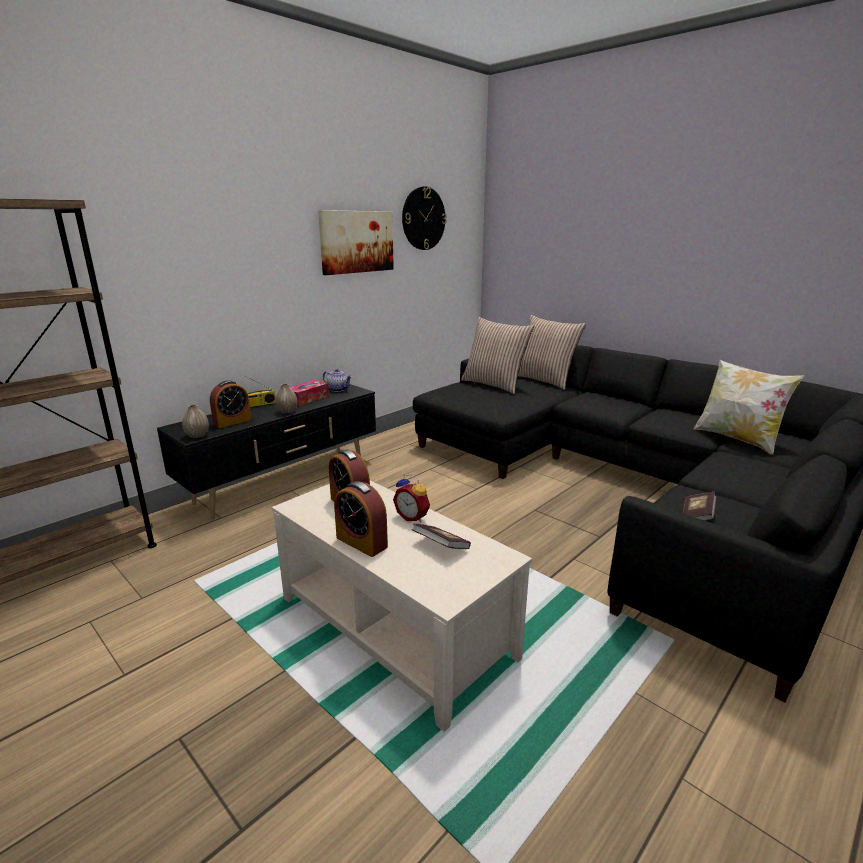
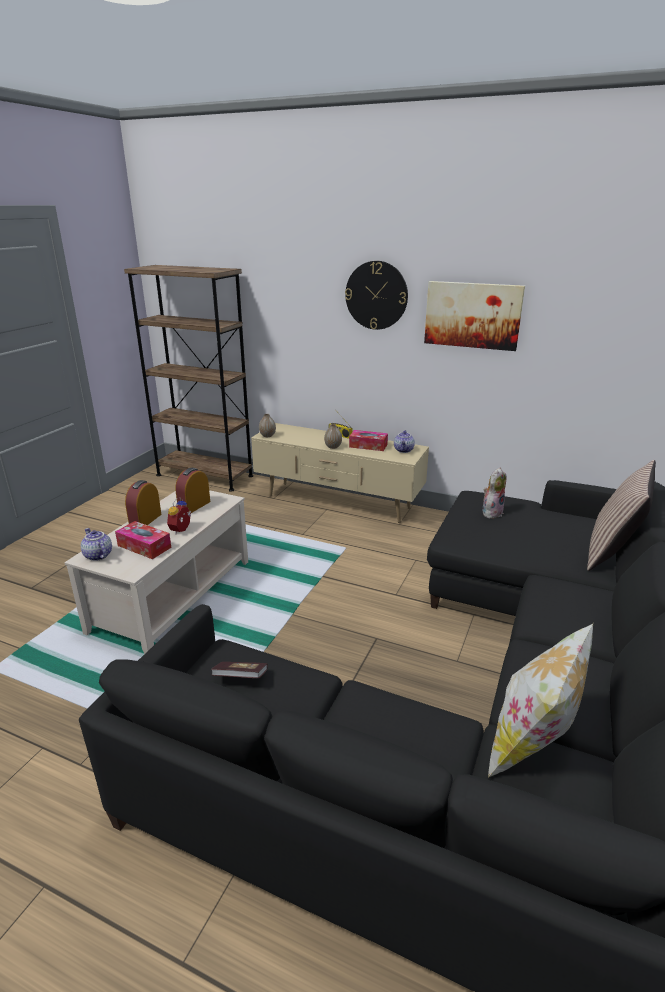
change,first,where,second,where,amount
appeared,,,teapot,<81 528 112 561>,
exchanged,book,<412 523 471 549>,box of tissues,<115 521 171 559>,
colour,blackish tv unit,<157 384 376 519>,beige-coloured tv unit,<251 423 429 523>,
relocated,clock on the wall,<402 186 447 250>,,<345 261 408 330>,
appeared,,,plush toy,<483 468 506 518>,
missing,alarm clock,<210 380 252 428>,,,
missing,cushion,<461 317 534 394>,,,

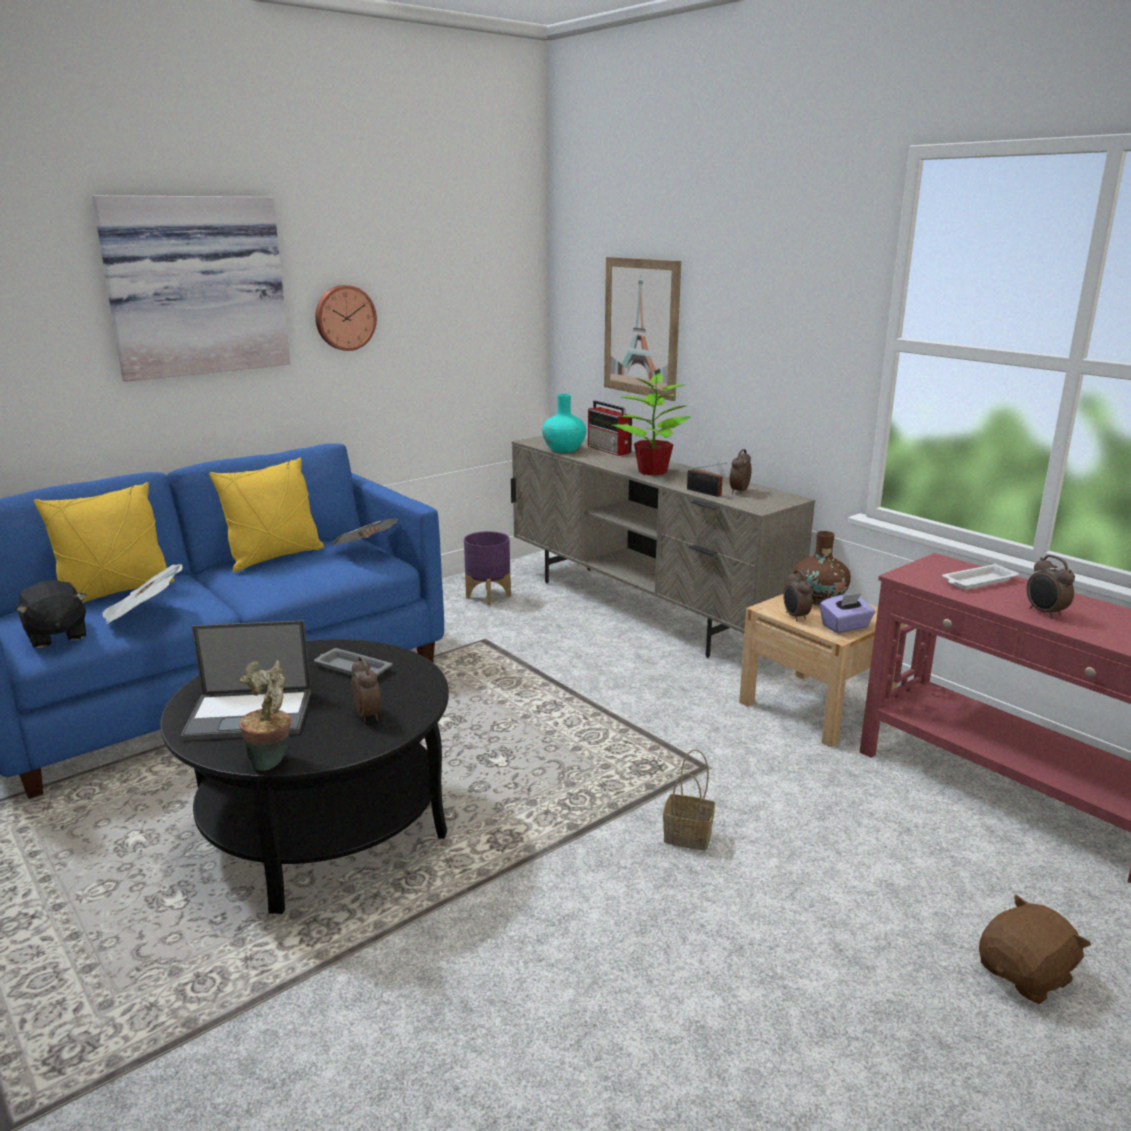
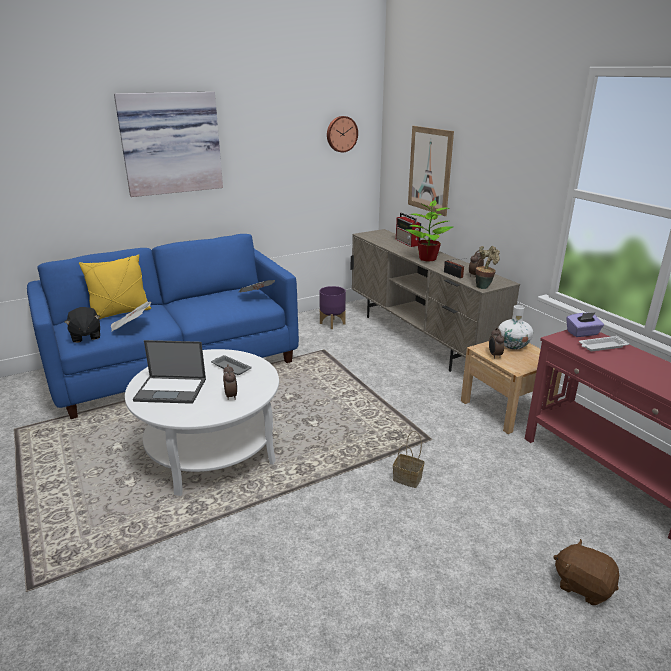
change,first,where,second,where,amount
colour,blackish lounge table,<160 639 449 914>,white-coloured lounge table,<125 349 279 496>,
relocated,clock on the wall,<315 285 377 351>,,<327 116 358 152>,
relocated,plant in a pot,<239 660 291 771>,,<476 246 500 289>,
colour,brownish decorative vase,<793 531 851 606>,white-coloured decorative vase,<498 305 533 350>,
spun,brownish plush toy,<979 895 1091 1004>,,<553 539 619 605>,120 degrees counterclockwise
relocated,purple-coloured box of tissues,<820 593 875 633>,,<567 312 604 337>,
missing,yellow-coloured cushion,<209 458 324 572>,,,
missing,blue-green decorative vase,<542 394 586 452>,,,
missing,alarm clock,<1026 555 1075 619>,,,

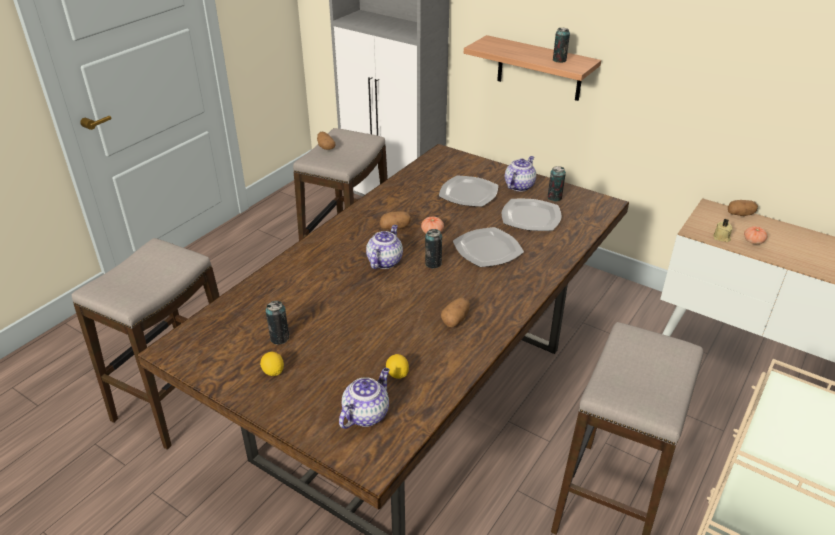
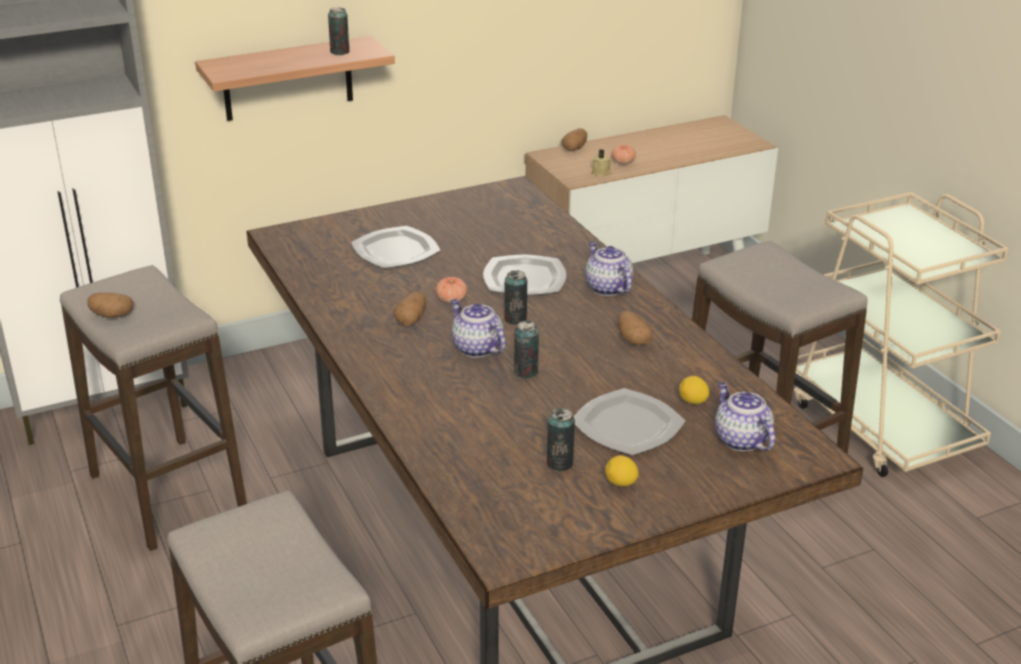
change,first,where,second,where,amount
relocated,metal can,<547 166 566 201>,,<514 321 539 378>,
relocated,plate,<502 199 561 231>,,<574 388 685 456>,
relocated,teapot,<505 156 536 192>,,<585 241 633 296>,

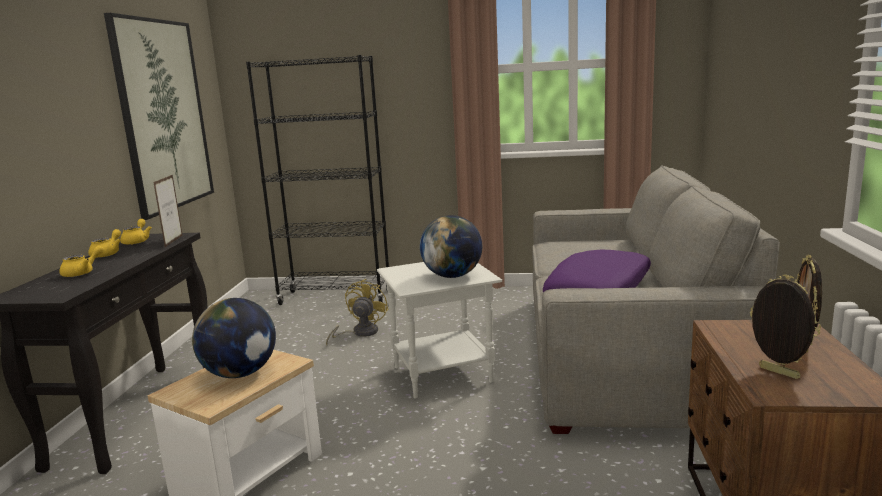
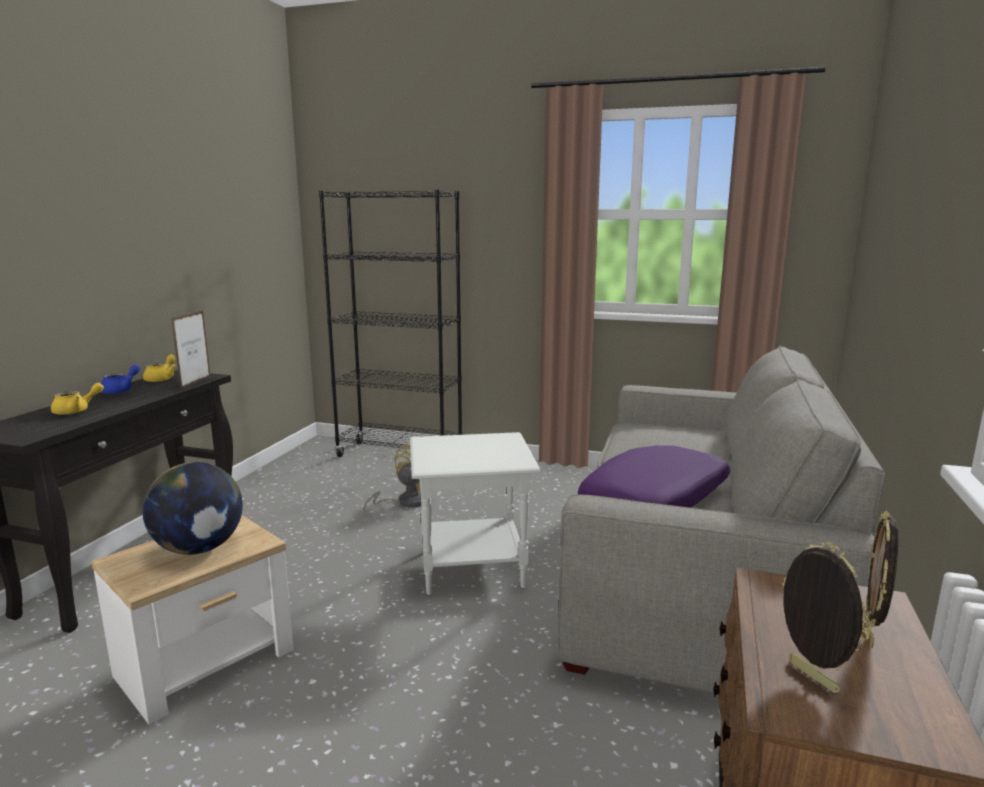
change,first,where,second,where,amount
colour,yellow-coloured teapot,<88 229 121 258>,blue teapot,<101 365 140 394>,
missing,picture,<104 13 214 220>,,,
missing,world globe,<420 215 482 278>,,,

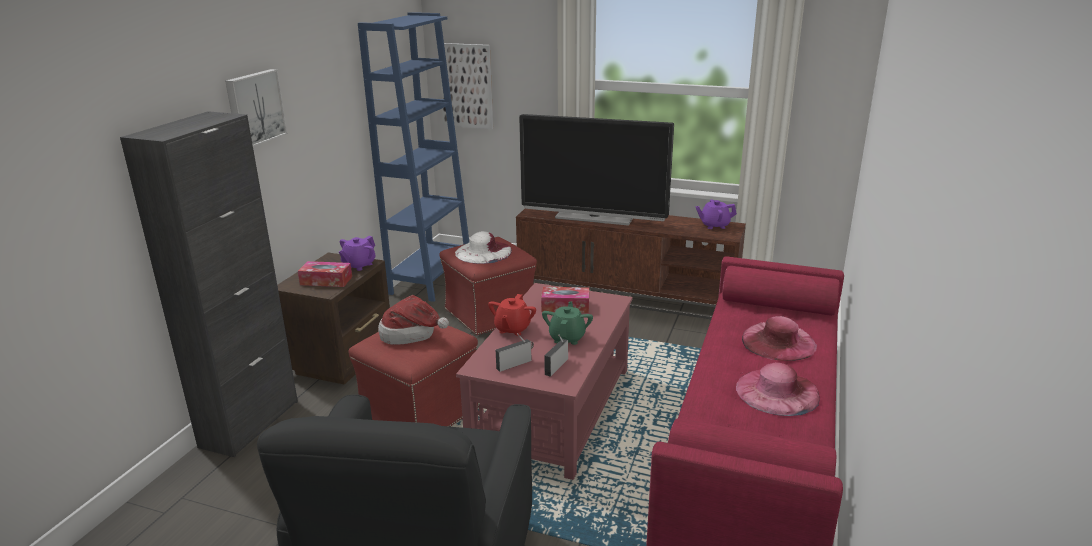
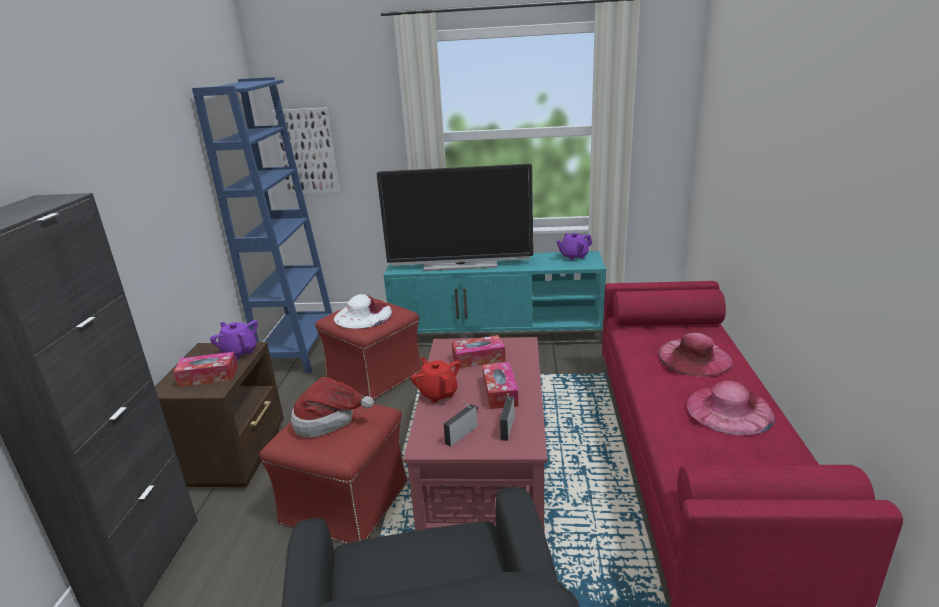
change,first,where,second,where,amount
spun,purple-coloured teapot,<339 236 376 271>,,<210 320 258 359>,120 degrees clockwise
colour,brownish tv unit,<516 208 746 319>,blue-green tv unit,<384 251 606 347>,
spun,reddish teapot,<488 294 536 336>,,<411 357 460 403>,150 degrees clockwise
exchanged,greenish teapot,<542 301 593 345>,box of tissues,<482 362 518 409>,
missing,picture,<225 69 288 147>,,,

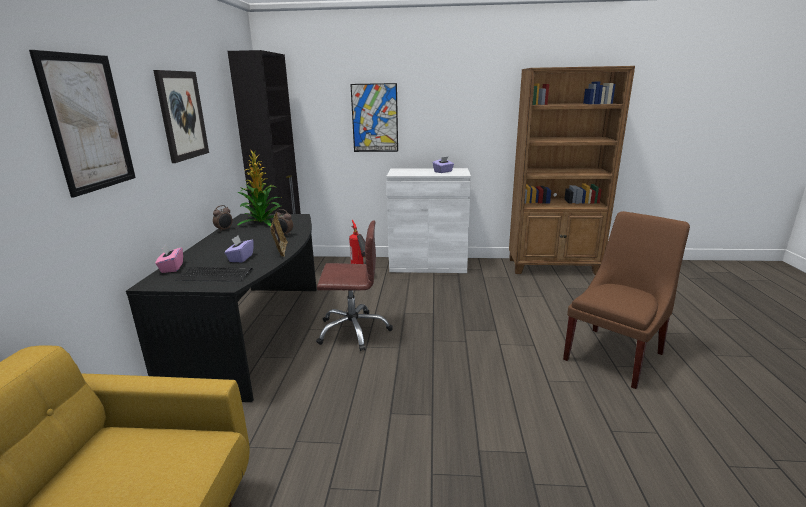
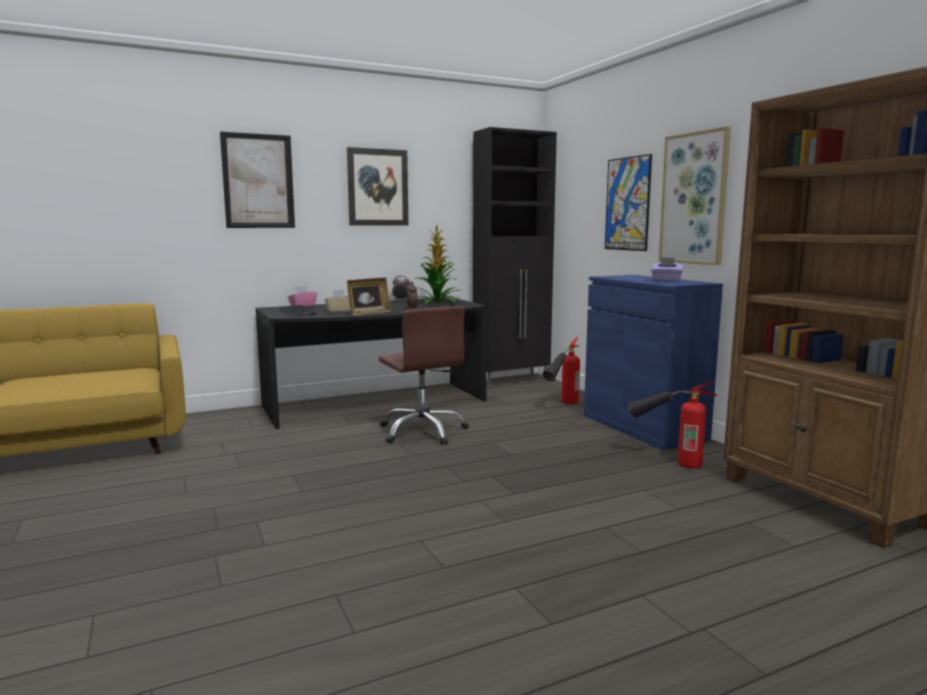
change,first,where,second,where,amount
colour,purple-coloured box of tissues,<225 236 254 262>,beige-coloured box of tissues,<324 289 351 312>,
colour,white-coloured cupboard,<386 168 471 273>,blue cupboard,<584 275 723 450>,
appeared,,,extinguisher,<628 382 717 468>,
appeared,,,picture,<659 126 731 265>,
missing,brownish upright chair,<563 211 690 389>,,,

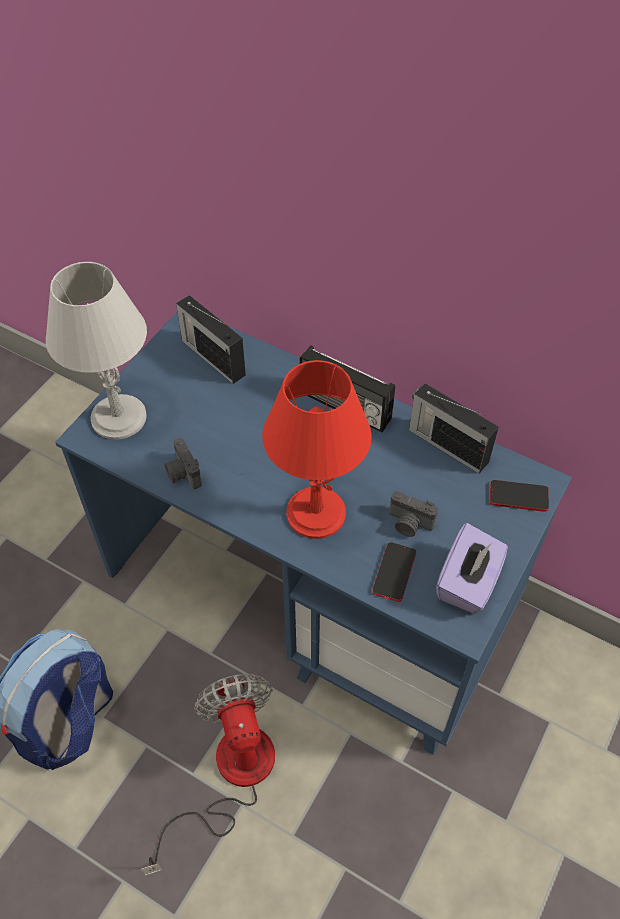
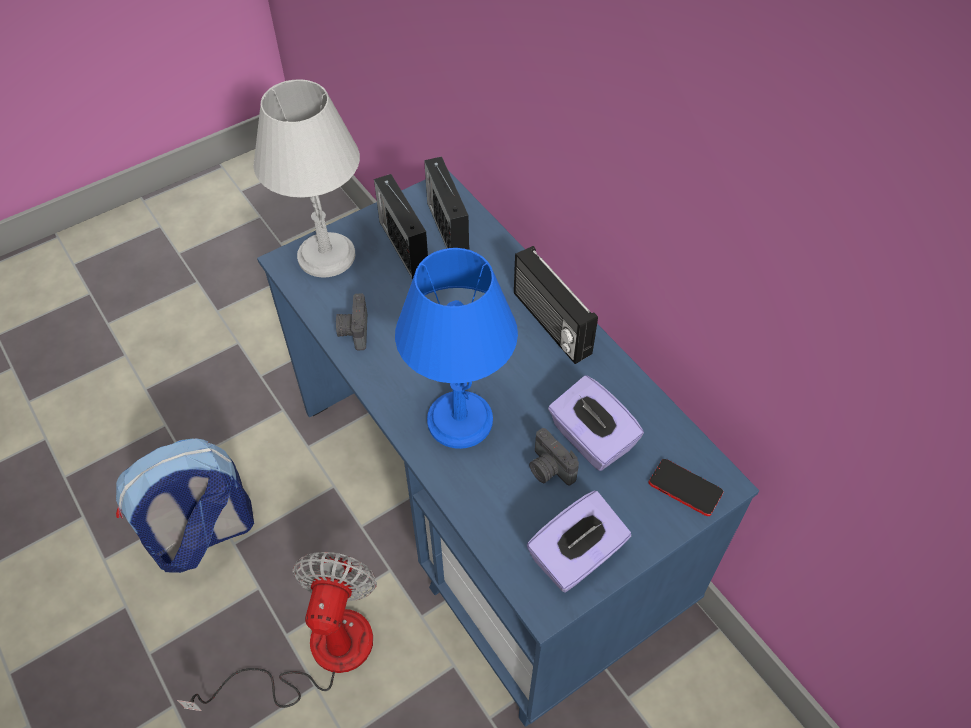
change,first,where,second,where,amount
relocated,radio receiver,<409 383 499 473>,,<374 174 428 279>,
colour,reddish table lamp,<262 360 372 539>,blue table lamp,<395 248 518 449>,
appeared,,,purple-coloured box of tissues,<548 375 644 471>,
missing,handset,<372 542 416 602>,,,

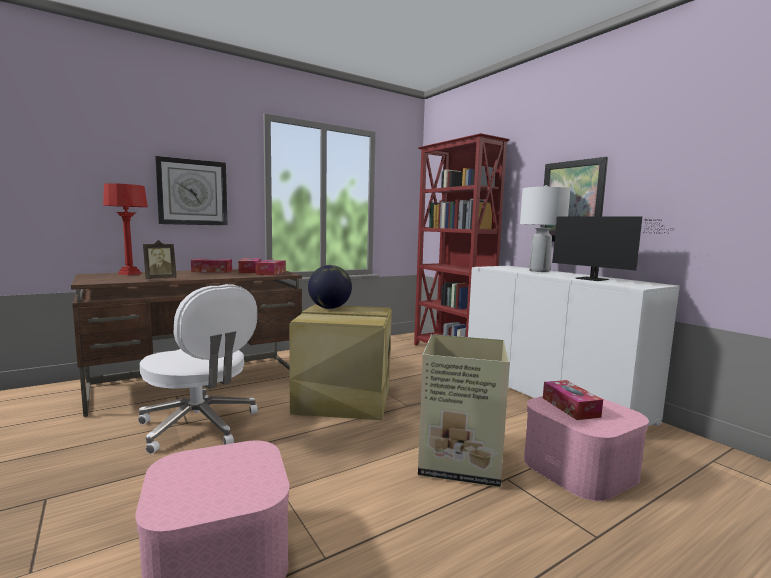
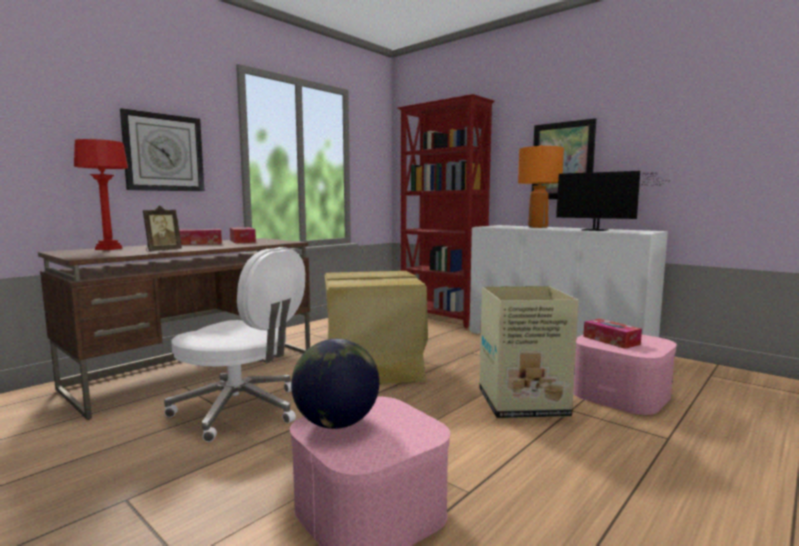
change,first,where,second,where,amount
relocated,world globe,<308 265 352 309>,,<291 339 379 429>,
colour,white-coloured table lamp,<520 185 570 272>,orange table lamp,<518 145 564 228>,
missing,box of tissues,<255 260 286 275>,,,

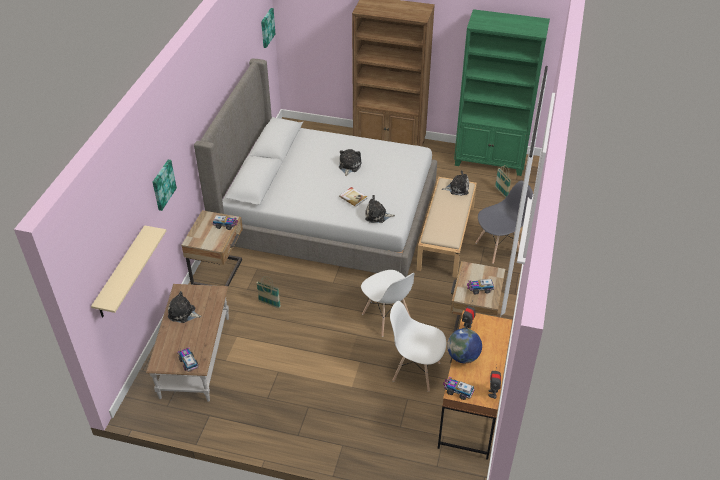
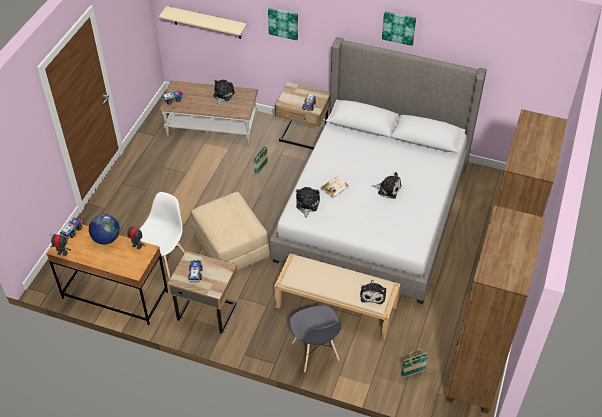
change,first,where,second,where,amount
exchanged,white-coloured upright chair,<361 270 414 337>,beige-coloured pouffe,<192 192 270 271>,
relocated,picture,<261 8 275 48>,,<382 11 416 46>,
colour,greenish bookshelf,<454 9 550 176>,brownish bookshelf,<445 205 545 414>,

